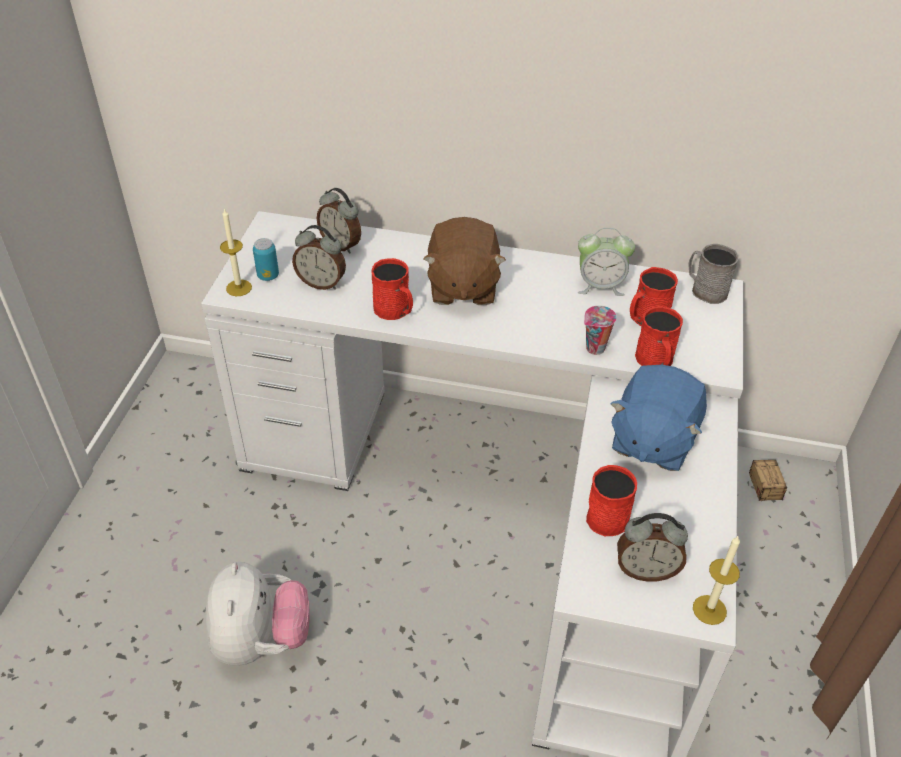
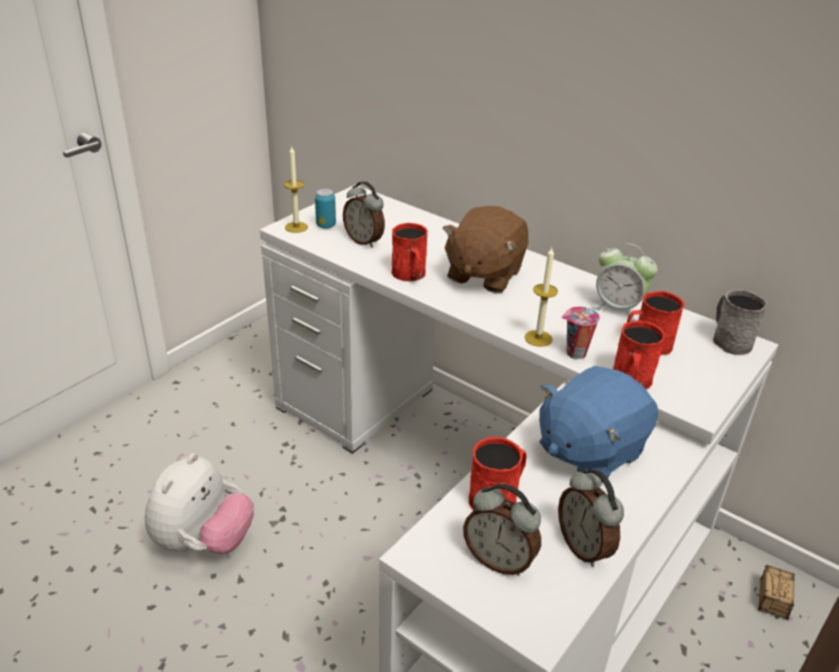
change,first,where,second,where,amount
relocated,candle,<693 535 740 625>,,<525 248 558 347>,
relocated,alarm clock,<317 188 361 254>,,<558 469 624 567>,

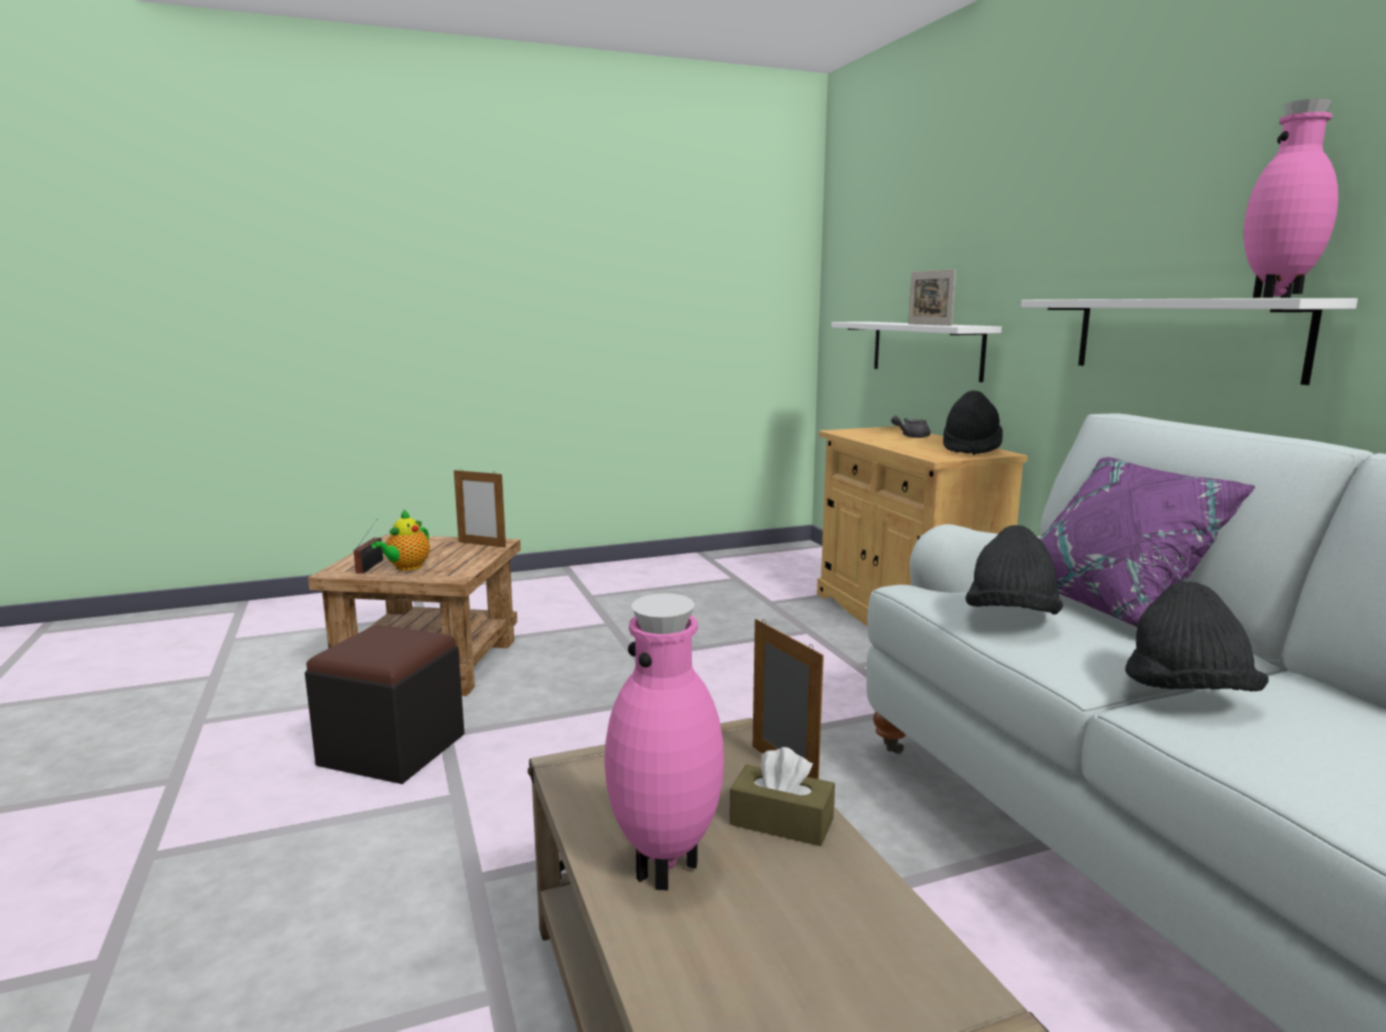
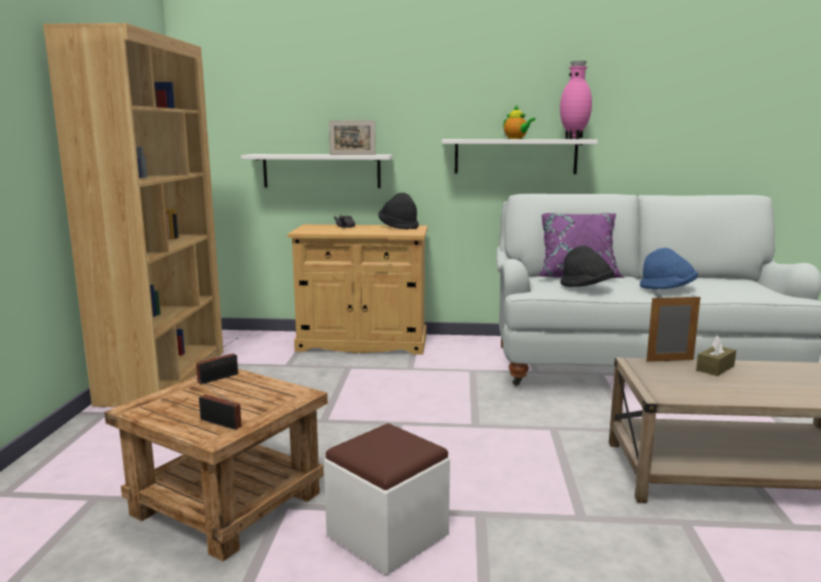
change,first,where,second,where,amount
appeared,,,brownish bookshelf,<43 23 224 407>,
exchanged,picture frame,<454 468 506 548>,radio receiver,<196 338 238 384>,
colour,blackish pouffe,<305 625 464 784>,white-coloured pouffe,<324 424 450 575>,
relocated,teapot,<371 509 430 571>,,<503 105 536 139>,
colour,blackish wearable hat,<1125 582 1269 691>,blue wearable hat,<640 248 698 289>,
missing,pinkish decorative vase,<605 593 724 890>,,,

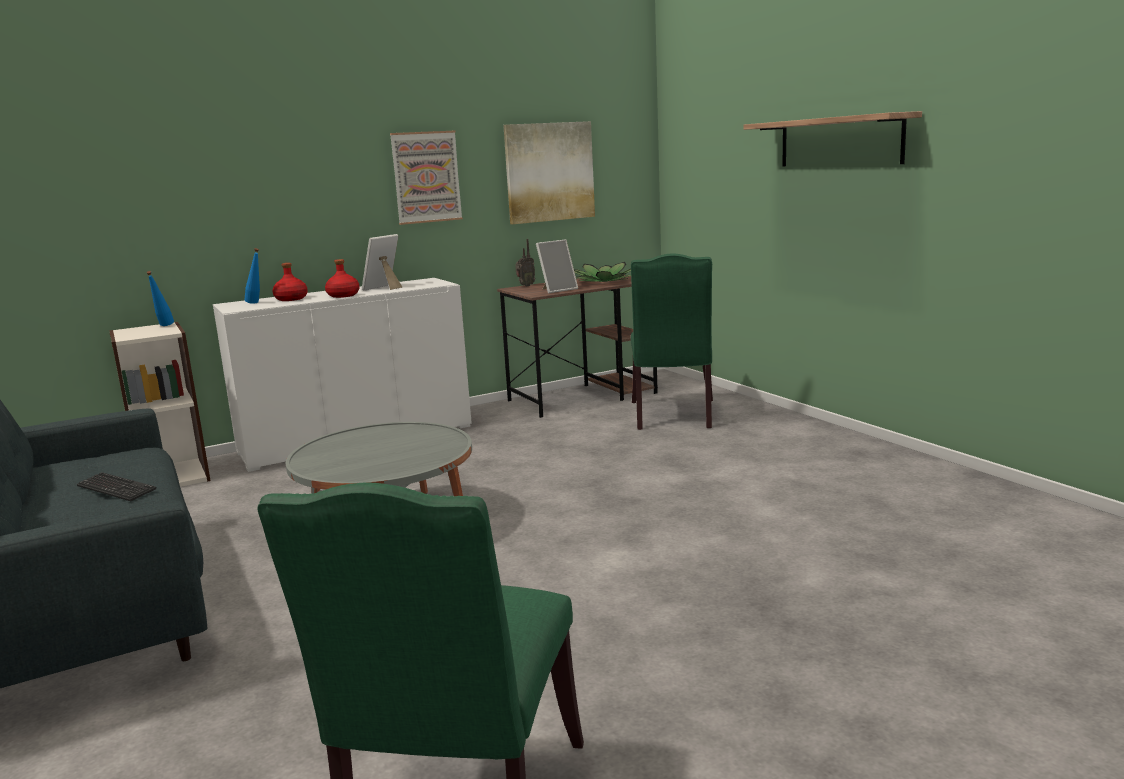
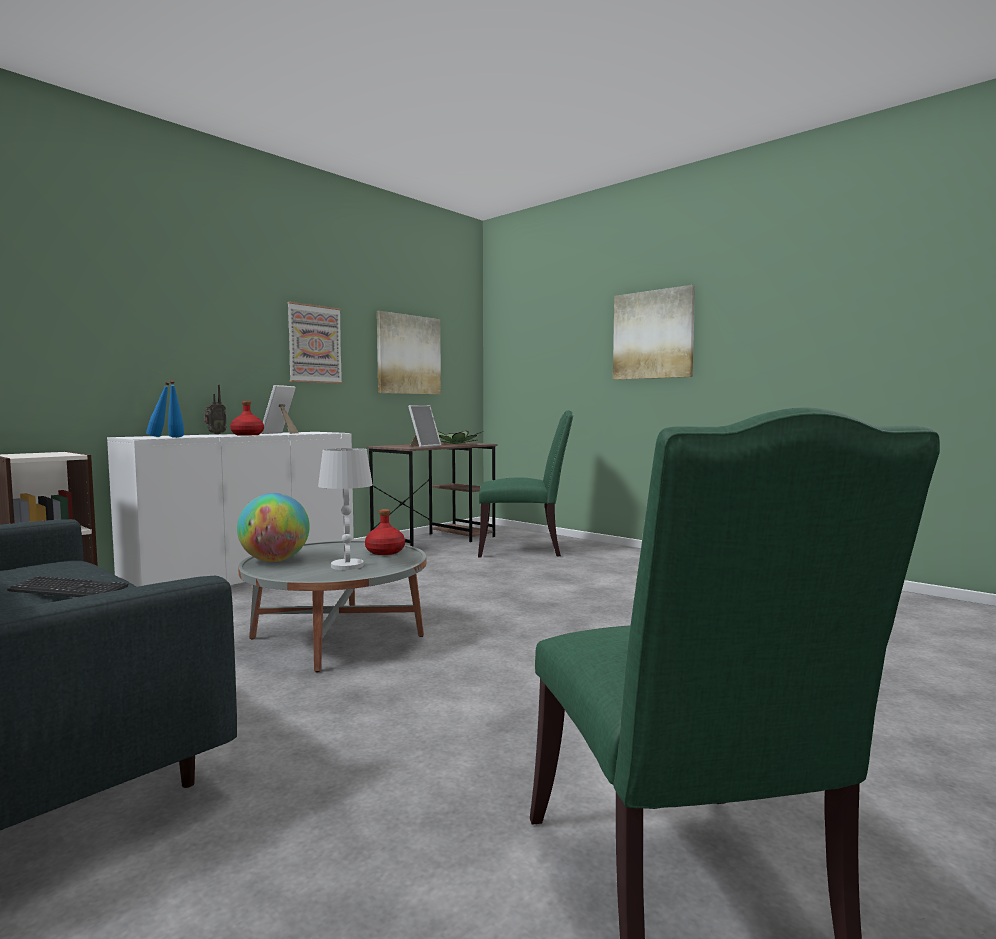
change,first,where,second,where,amount
relocated,blue drink bottle,<147 271 174 326>,,<168 380 184 438>,
relocated,radio receiver,<515 239 535 286>,,<204 385 227 434>,
appeared,,,world globe,<237 493 310 562>,
appeared,,,white-coloured table lamp,<318 448 373 570>,
relocated,reddish drink bottle,<272 263 308 301>,,<365 509 405 555>,
spun,greenish upright chair,<631 254 713 430>,,<478 410 573 558>,75 degrees counterclockwise
exchanged,wall shelf,<743 111 922 166>,picture,<613 285 695 380>,

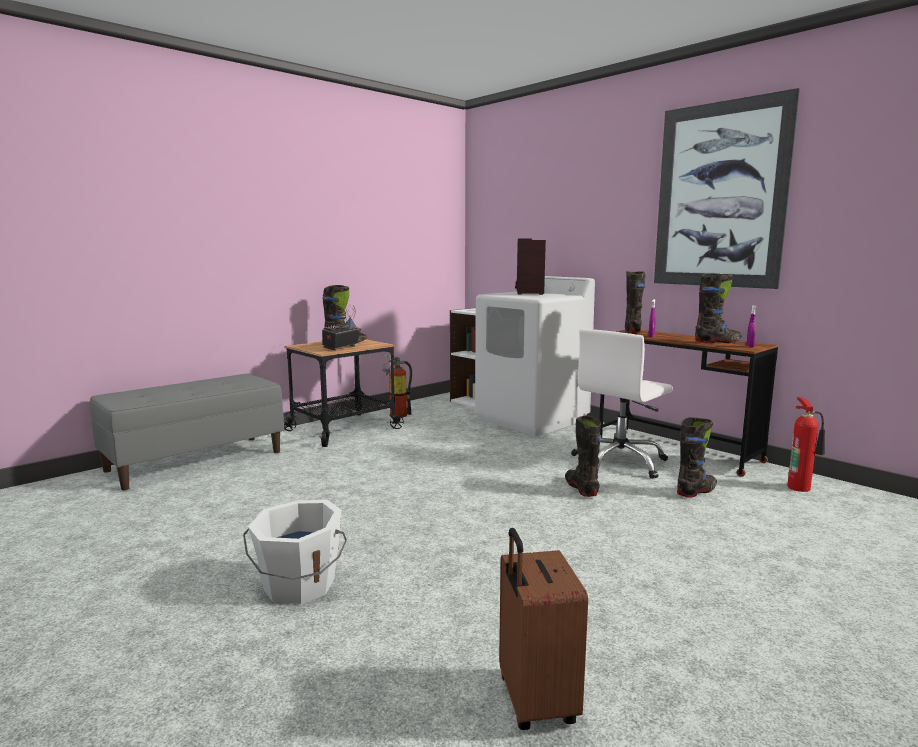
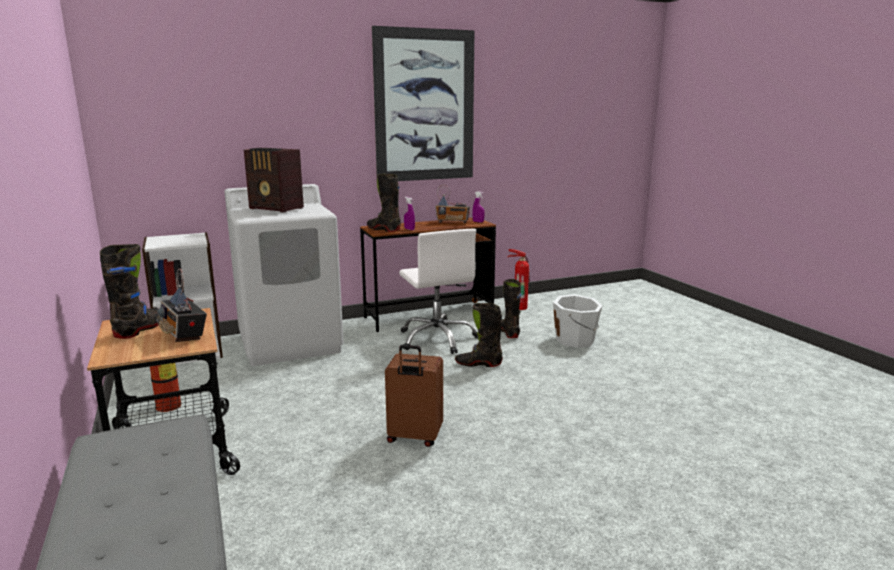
change,first,where,second,where,amount
relocated,brownish piece of luggage,<499 528 588 730>,,<385 345 443 447>,
exchanged,blackish boot,<695 273 742 344>,radio receiver,<435 185 470 223>,
relocated,white-coloured water bucket,<243 500 347 604>,,<553 294 603 348>,

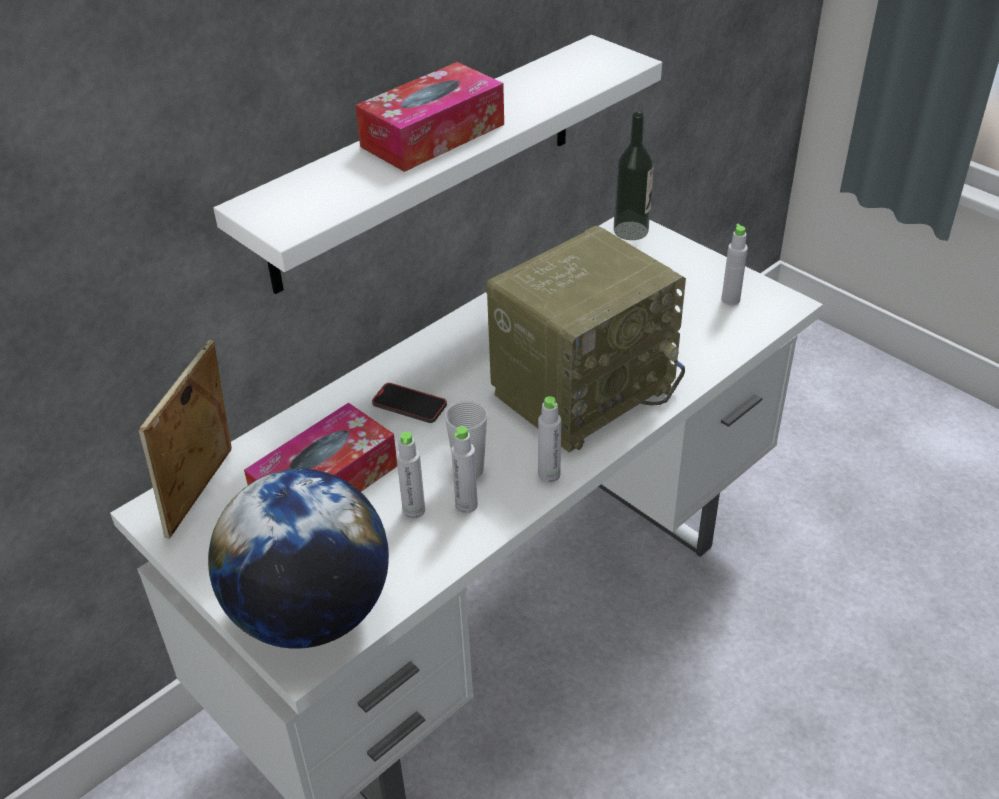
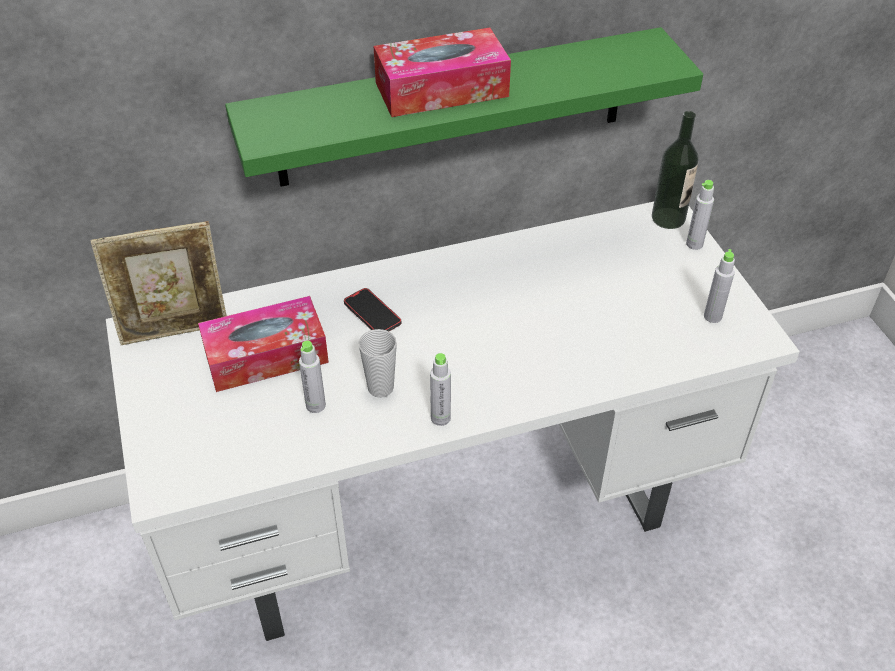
change,first,where,second,where,amount
spun,picture frame,<139 340 232 539>,,<91 221 227 345>,150 degrees counterclockwise
colour,white-coloured wall shelf,<213 35 662 294>,greenish wall shelf,<225 27 703 187>,
relocated,greyish drink bottle,<451 426 478 513>,,<686 180 714 250>,
missing,world globe,<208 469 389 649>,,,
missing,radio receiver,<486 226 686 452>,,,

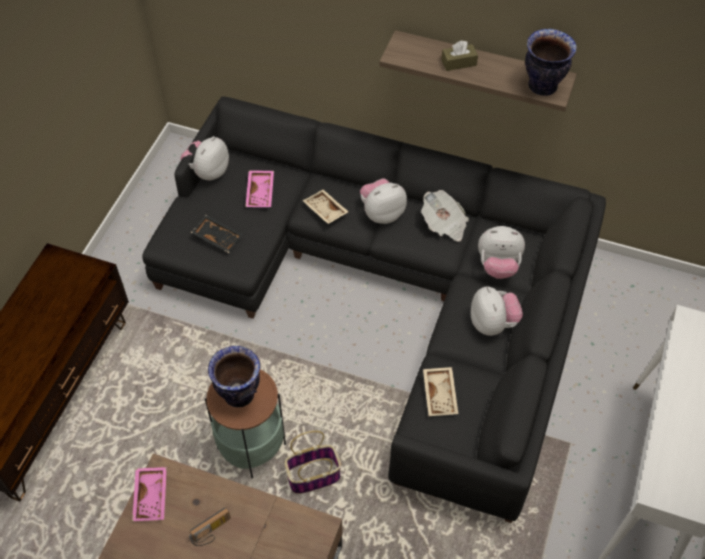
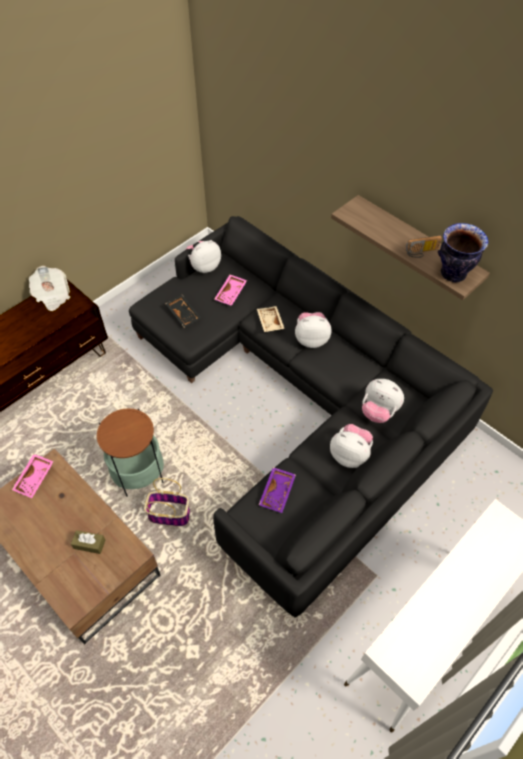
change,first,where,second,where,amount
relocated,printed paper,<421 190 469 242>,,<29 266 70 311>,
relocated,brownish box of tissues,<441 40 478 71>,,<71 530 105 554>,
colour,beige-coloured carrying tray,<423 367 458 416>,purple-coloured carrying tray,<259 467 296 513>,
spun,plush toy,<471 287 523 336>,,<330 424 373 468>,75 degrees counterclockwise
relocated,radio receiver,<189 507 231 546>,,<406 235 442 258>,
missing,decorative vase,<208 346 260 408>,,,

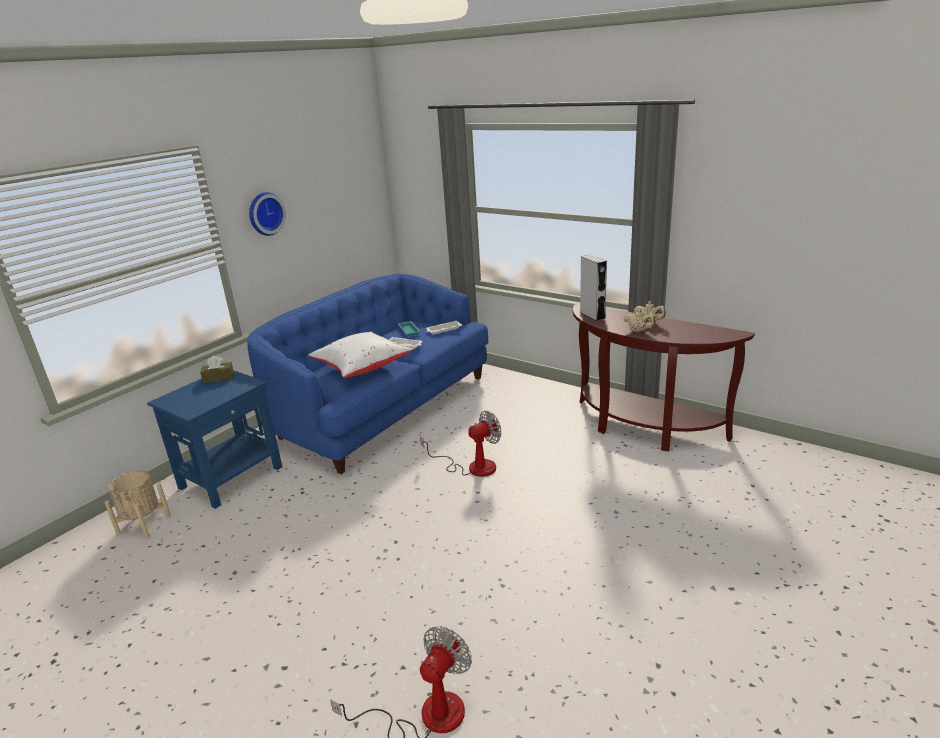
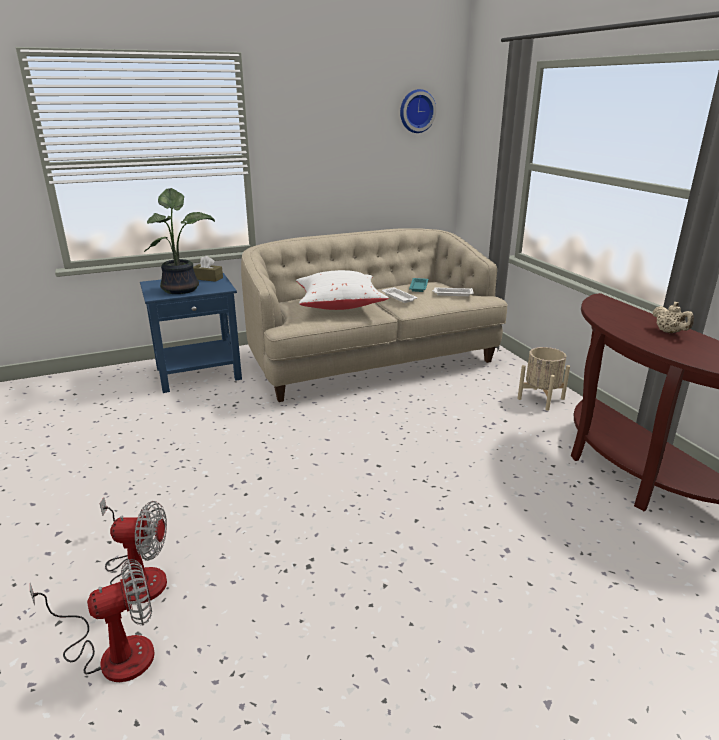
change,first,where,second,where,amount
relocated,electric fan,<420 411 501 477>,,<100 497 167 603>,
appeared,,,plant in a pot,<144 188 215 294>,
colour,blue sofa,<247 274 489 474>,beige-coloured sofa,<241 228 508 402>,
relocated,clock on the wall,<249 192 286 236>,,<400 89 436 133>,
relocated,beige-coloured flower pot,<104 471 171 539>,,<517 347 570 411>,
missing,greyish speaker,<580 255 607 321>,,,
missing,beige-coloured teapot,<623 309 655 332>,,,

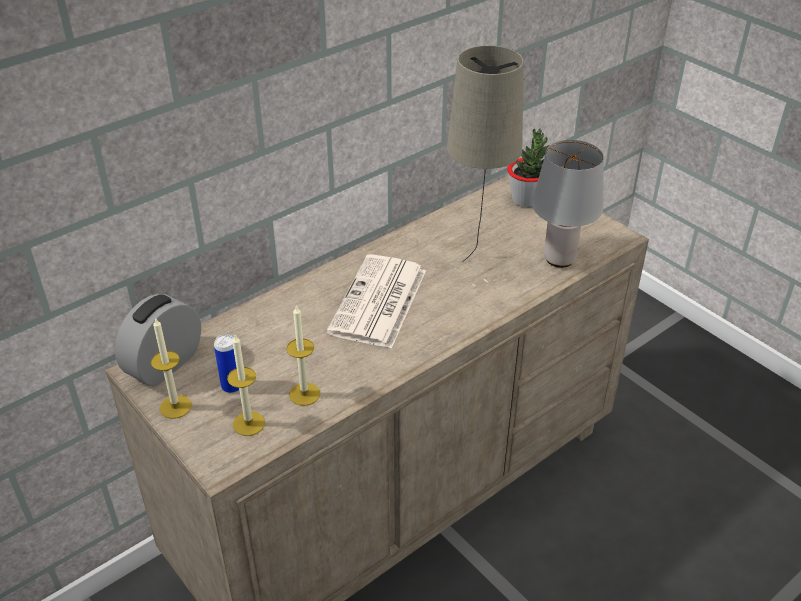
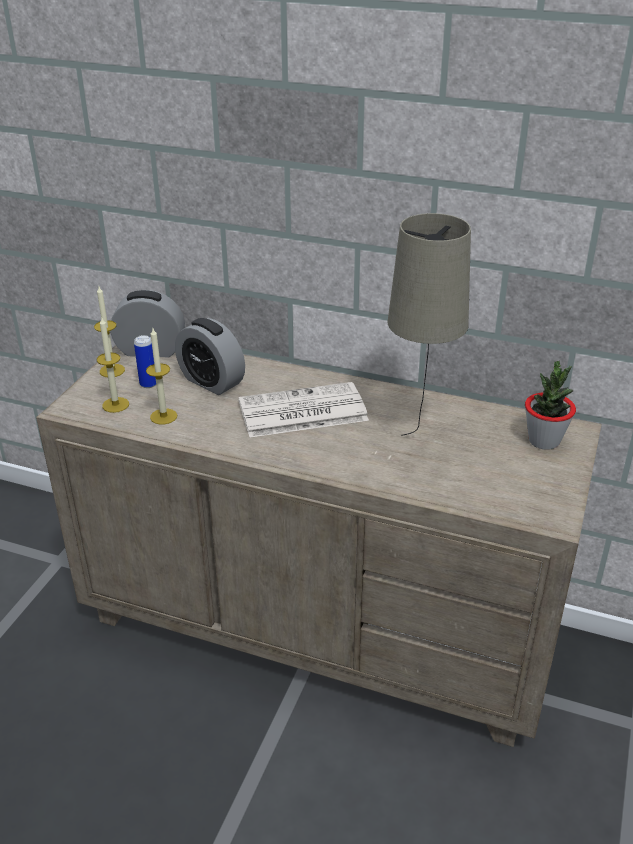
change,first,where,second,where,amount
appeared,,,alarm clock,<175 318 245 395>,
missing,greyish table lamp,<532 140 604 268>,,,

